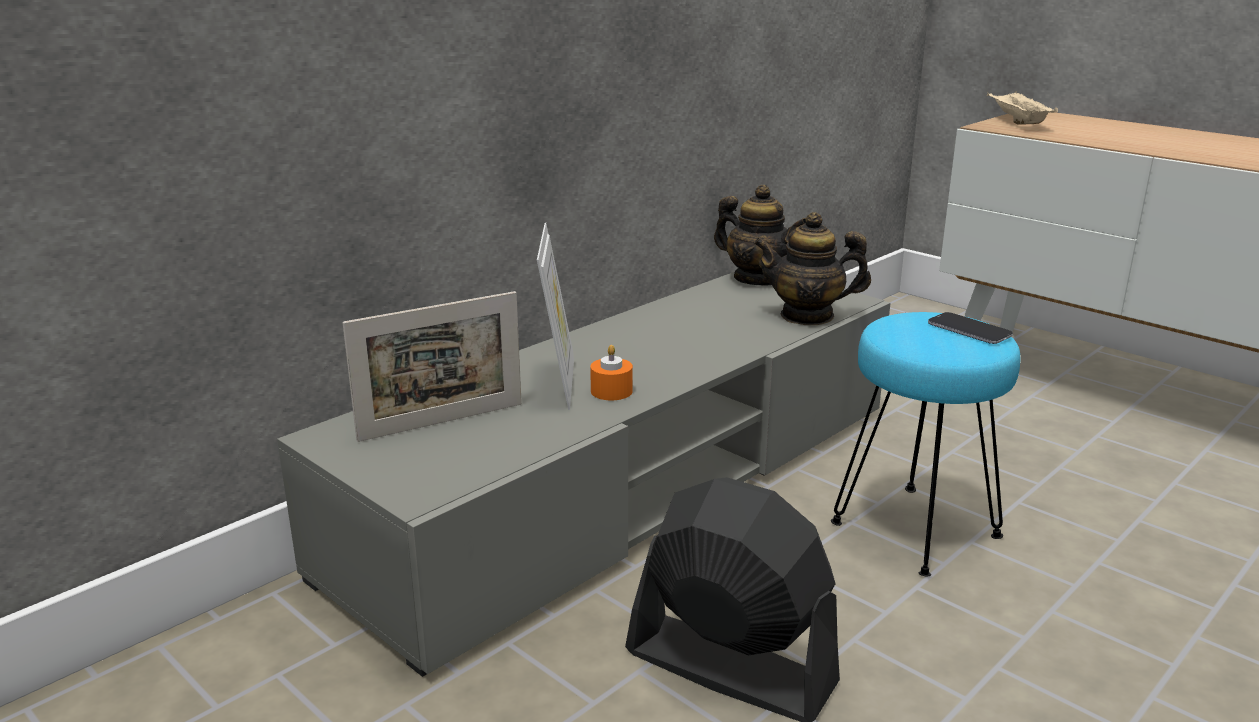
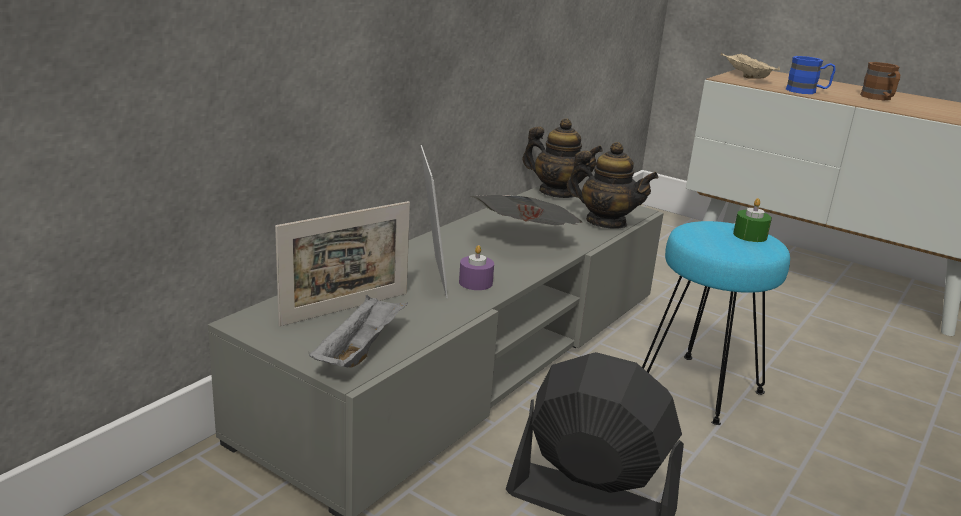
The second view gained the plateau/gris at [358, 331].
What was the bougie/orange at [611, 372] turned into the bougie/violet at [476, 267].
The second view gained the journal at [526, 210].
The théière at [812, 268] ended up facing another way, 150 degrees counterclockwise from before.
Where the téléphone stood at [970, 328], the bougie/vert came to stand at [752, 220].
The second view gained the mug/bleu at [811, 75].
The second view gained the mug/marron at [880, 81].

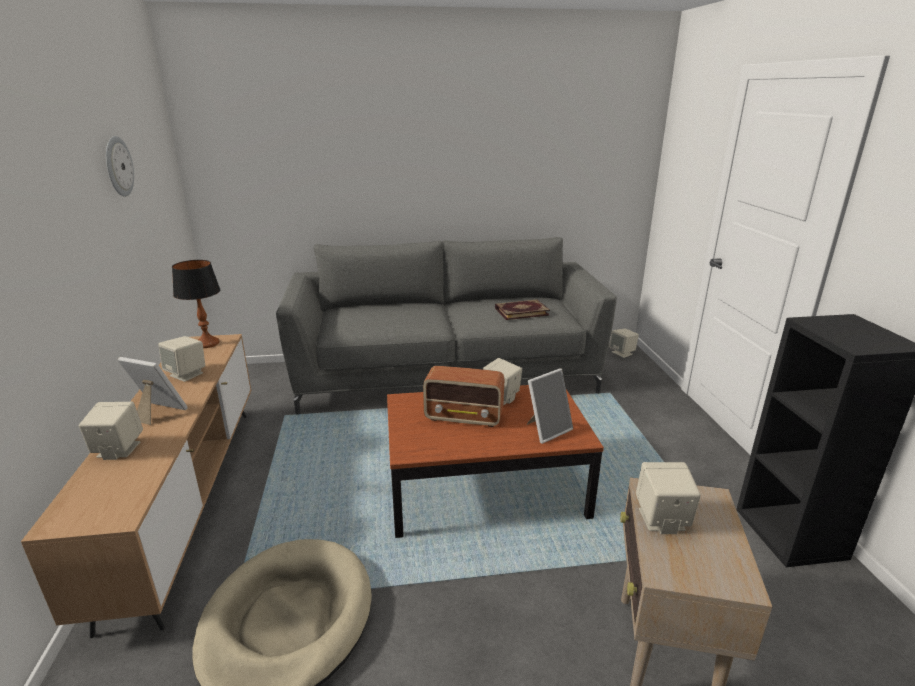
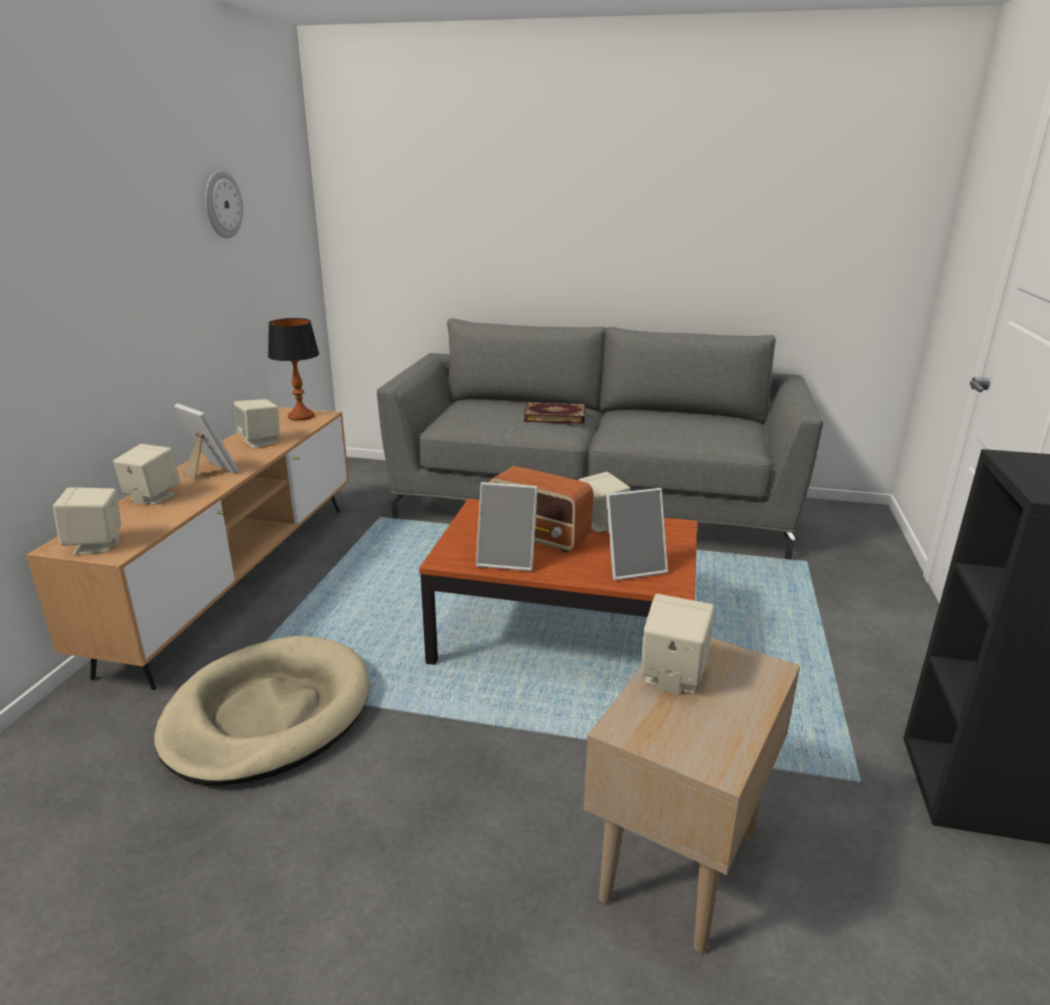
The enceinte/beige ended up elsewhere, having gone from [624, 343] to [87, 521].
The second view gained the cadre photo at [507, 526].
The livre ended up elsewhere, having gone from [522, 310] to [554, 413].

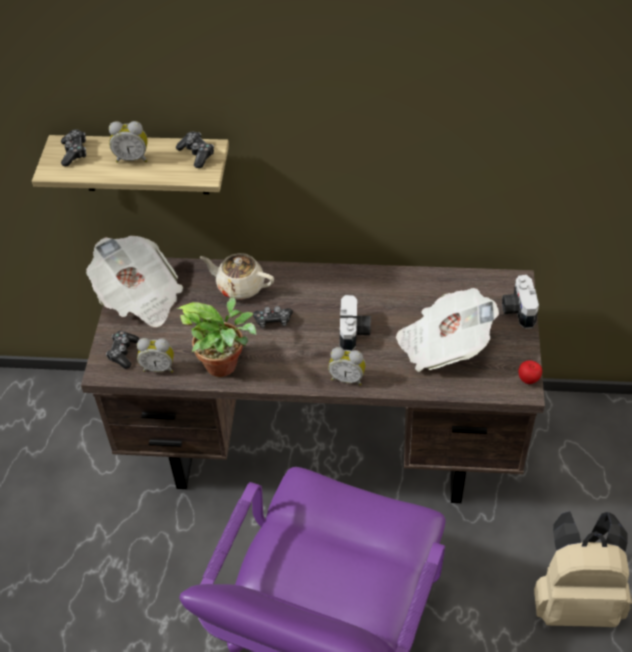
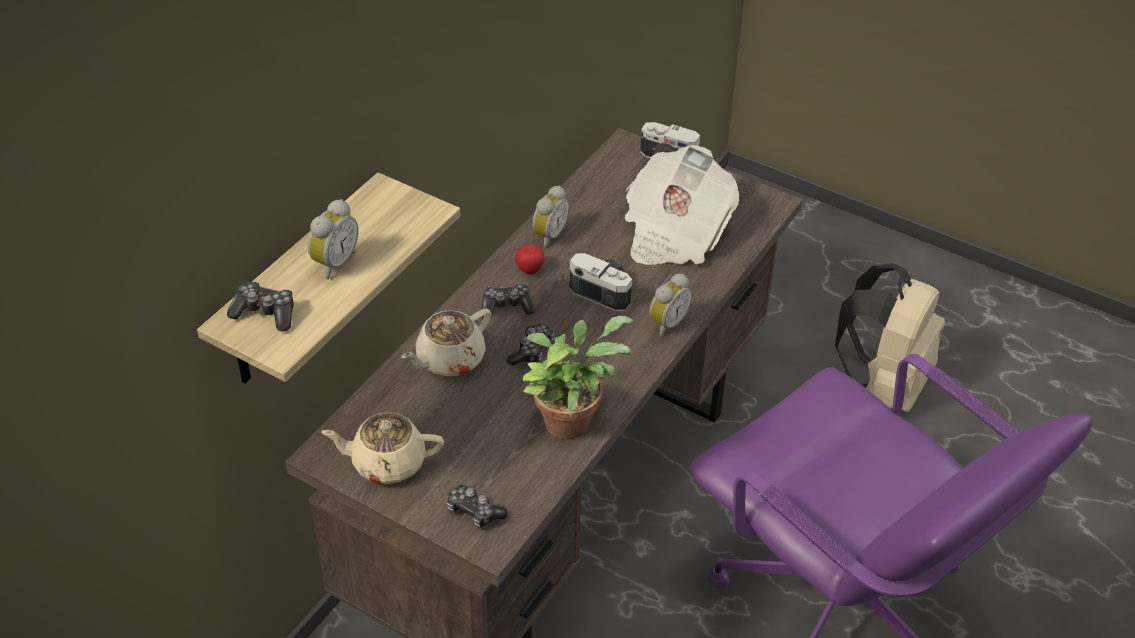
Where the journal stood at [134, 281], the théière/beige came to stand at [382, 448].
The manette ended up elsewhere, having gone from [195, 150] to [508, 300].
The pomme ended up elsewhere, having gone from [530, 372] to [530, 260].
The réveil ended up elsewhere, having gone from [155, 355] to [551, 217].

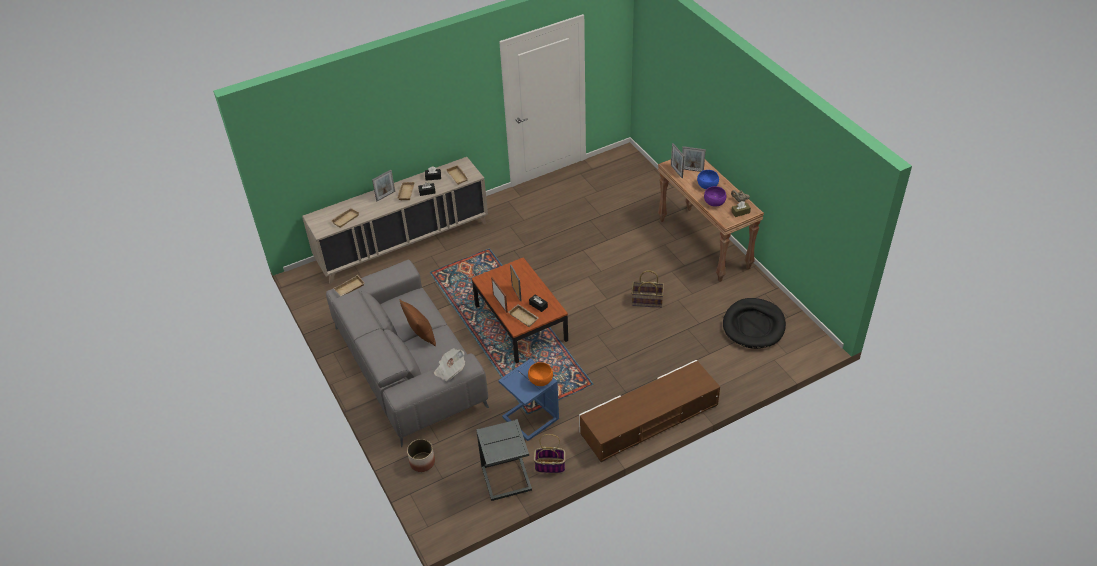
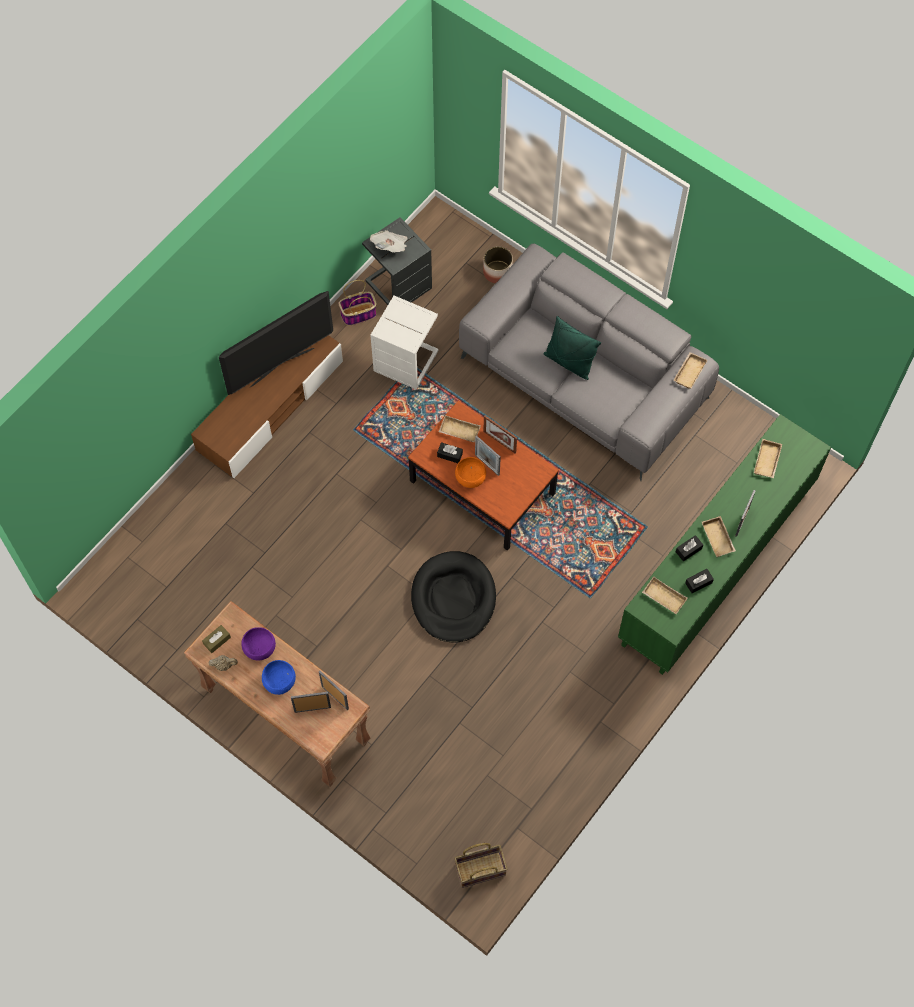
The second view gained the téléviseur at [276, 343].
The journal ended up elsewhere, having gone from [449, 364] to [388, 241].
What was the table d'appoint/bleu at [528, 400] turned into the table d'appoint/blanc at [404, 342].
The panier pour chien/noir ended up elsewhere, having gone from [754, 323] to [453, 596].
The panier ended up elsewhere, having gone from [648, 289] to [480, 865].
The bol/orange ended up elsewhere, having gone from [540, 374] to [470, 472].
What was the coussin/marron at [417, 322] turned into the coussin/vert at [572, 348].
What was the meuble de rangement/beige at [395, 220] turned into the meuble de rangement/vert at [724, 544].

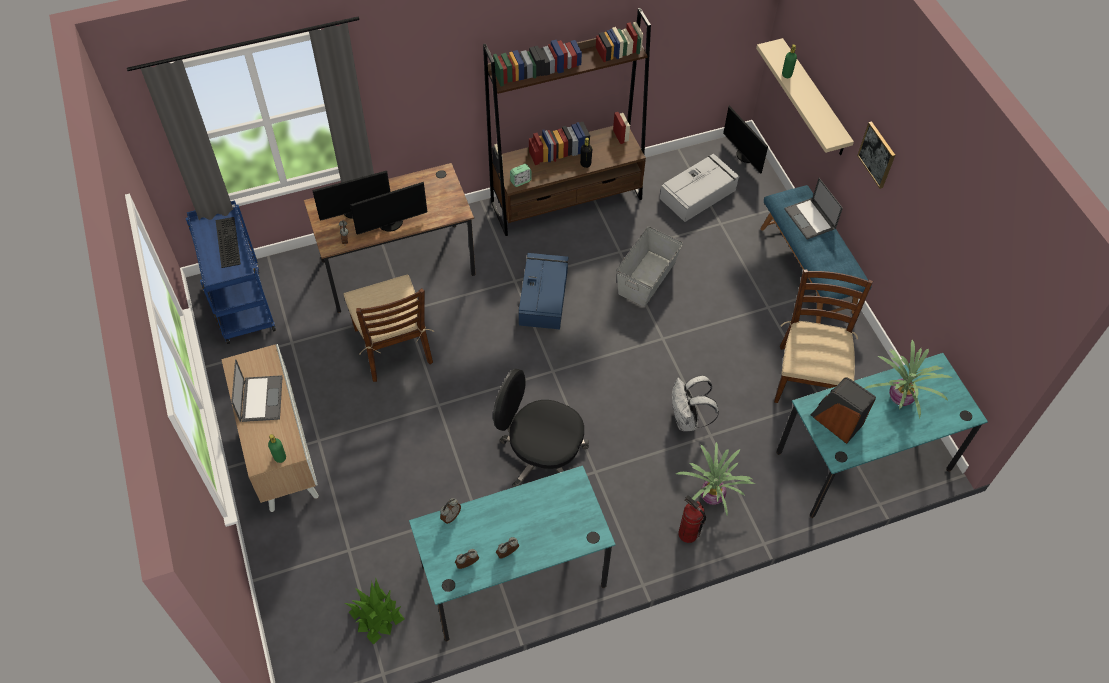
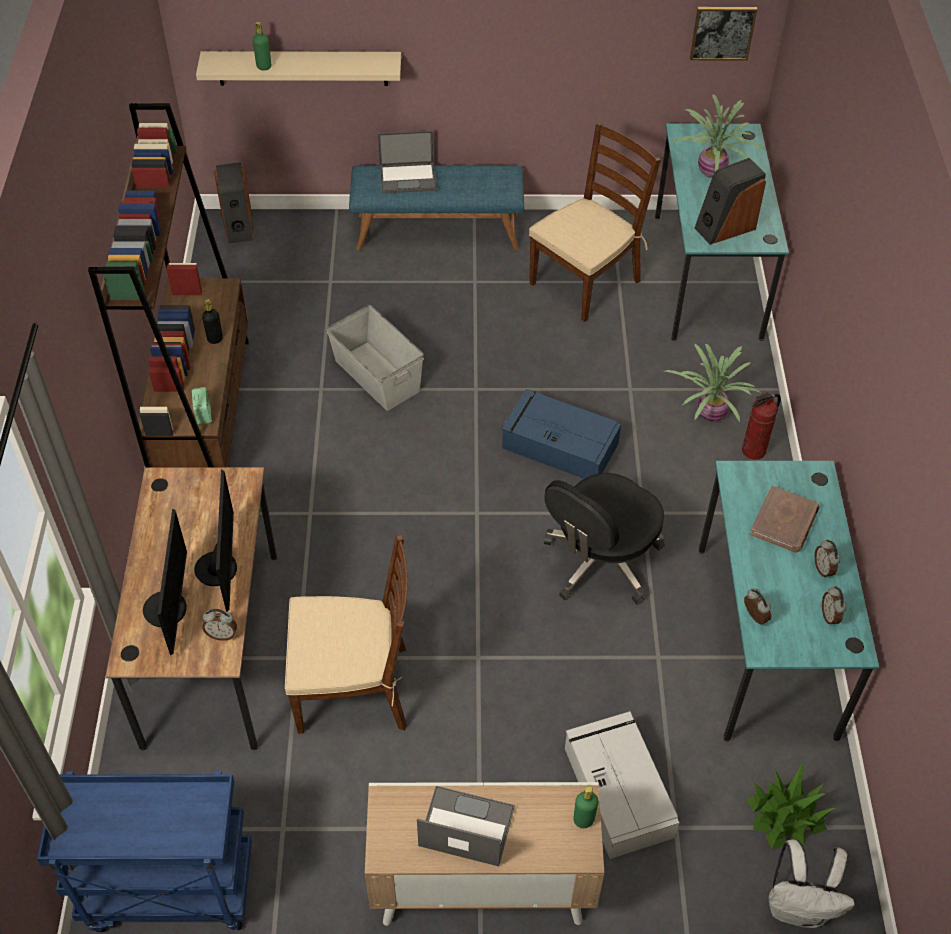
Where the écran d'ordinateur stood at [745, 140], the enceinte came to stand at [233, 203].
The boîte de rangement/bleu ended up elsewhere, having gone from [543, 291] to [561, 434].
The chaise/marron at [823, 336] ended up facing another way, 105 degrees clockwise from before.
The boîte de rangement/gris ended up elsewhere, having gone from [700, 187] to [622, 785].
The tableau ended up elsewhere, having gone from [876, 155] to [723, 34].
The second view gained the livre/marron at [785, 519].
The sac à dos/blanc ended up elsewhere, having gone from [695, 403] to [812, 883].
The second view lost the clavier at [228, 242].

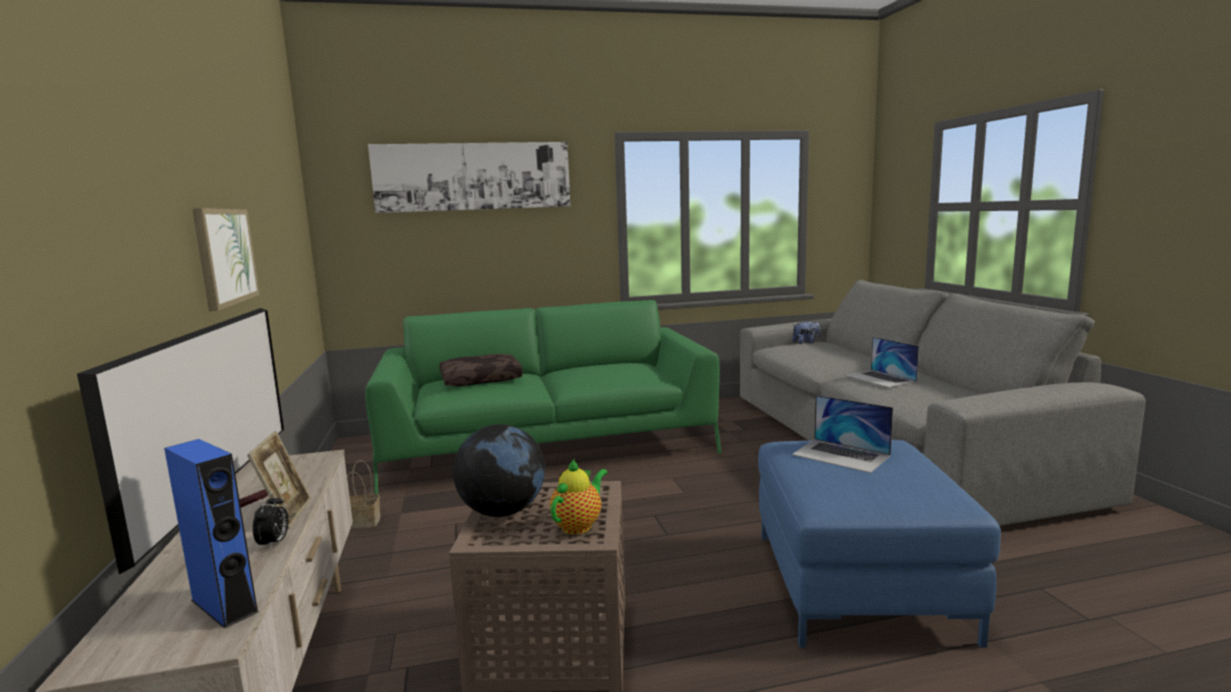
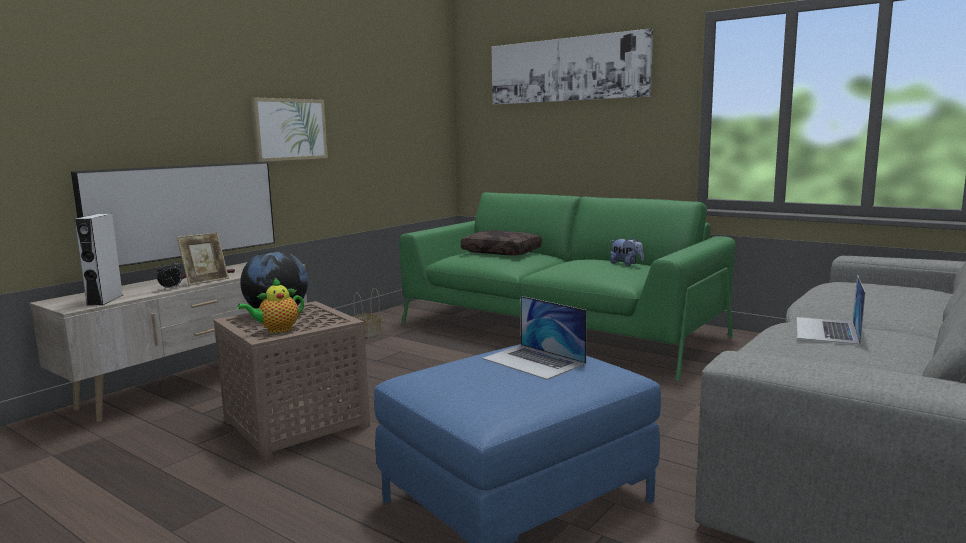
What was the enceinte/bleu at [211, 534] turned into the enceinte/gris at [98, 260].
The théière at [579, 496] ended up facing another way, 150 degrees clockwise from before.
The ordinateur portable at [842, 434] ended up facing another way, 45 degrees counterclockwise from before.
The peluche ended up elsewhere, having gone from [806, 332] to [627, 252].

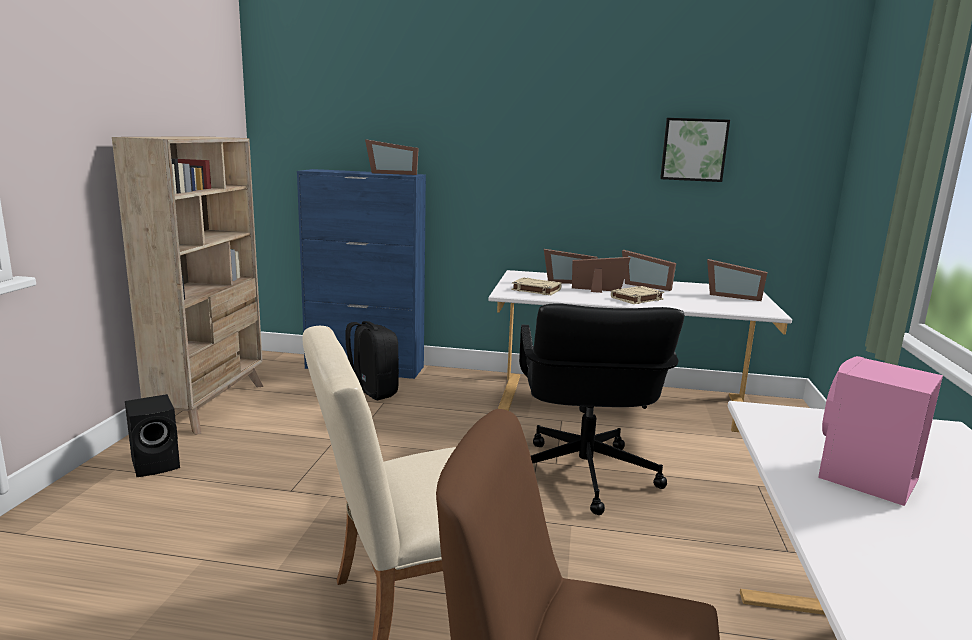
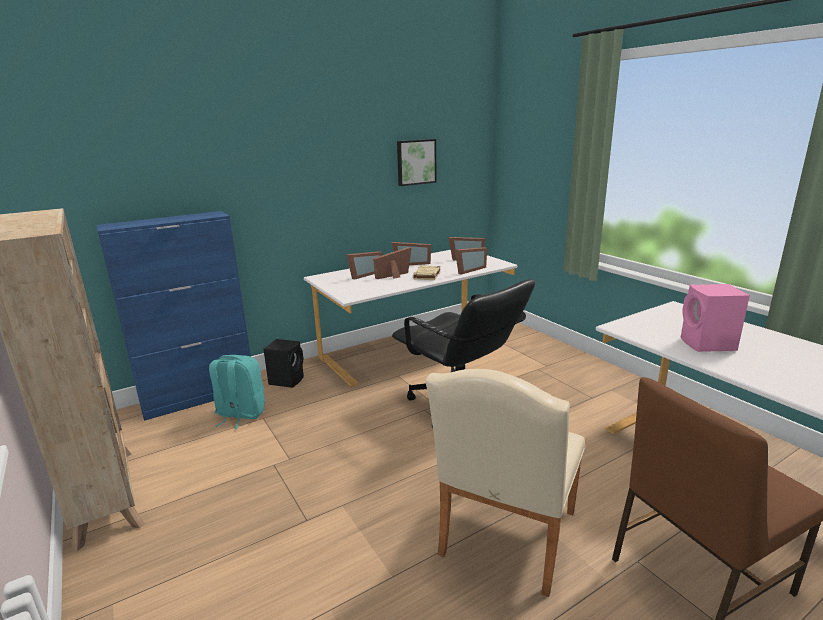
What was the sac à dos/noir at [372, 360] turned into the sac à dos/turquoise at [237, 392].
The enceinte/noir ended up elsewhere, having gone from [152, 435] to [284, 363].
The cadre photo ended up elsewhere, having gone from [392, 157] to [471, 261].
The second view lost the livre/beige at [537, 286].

